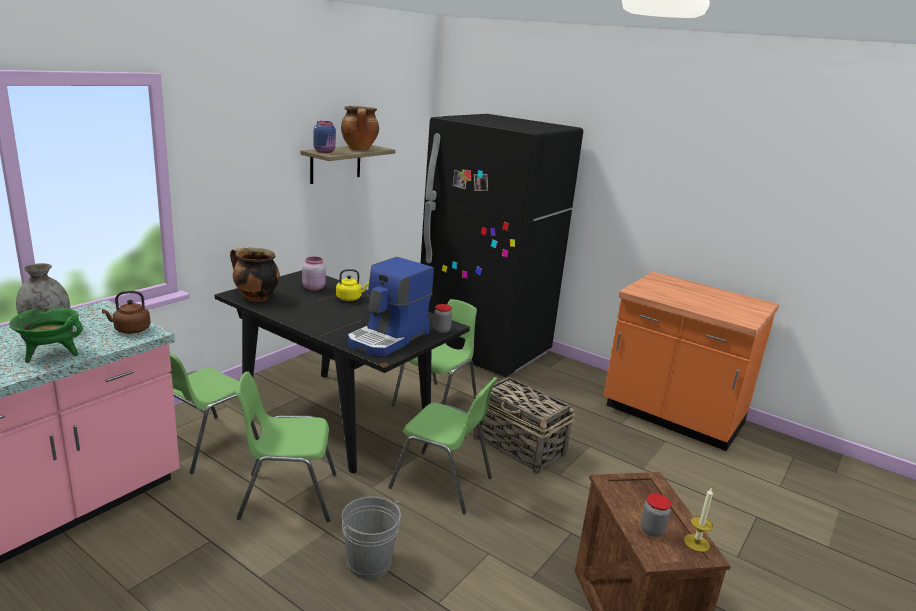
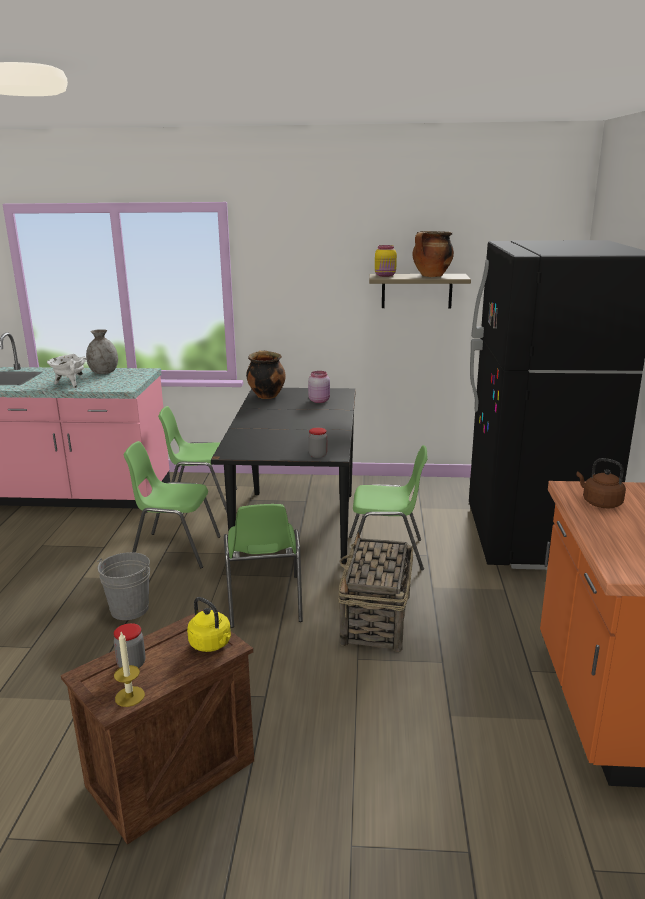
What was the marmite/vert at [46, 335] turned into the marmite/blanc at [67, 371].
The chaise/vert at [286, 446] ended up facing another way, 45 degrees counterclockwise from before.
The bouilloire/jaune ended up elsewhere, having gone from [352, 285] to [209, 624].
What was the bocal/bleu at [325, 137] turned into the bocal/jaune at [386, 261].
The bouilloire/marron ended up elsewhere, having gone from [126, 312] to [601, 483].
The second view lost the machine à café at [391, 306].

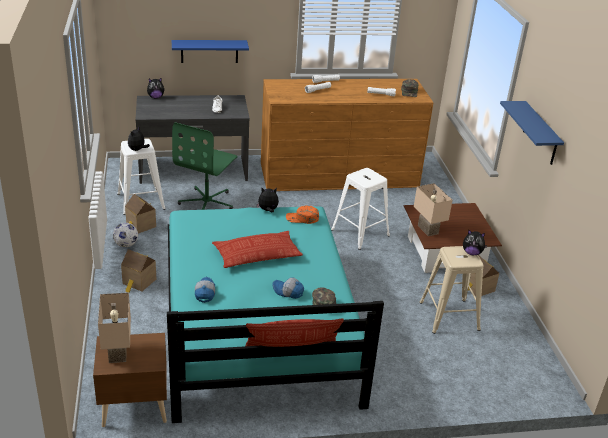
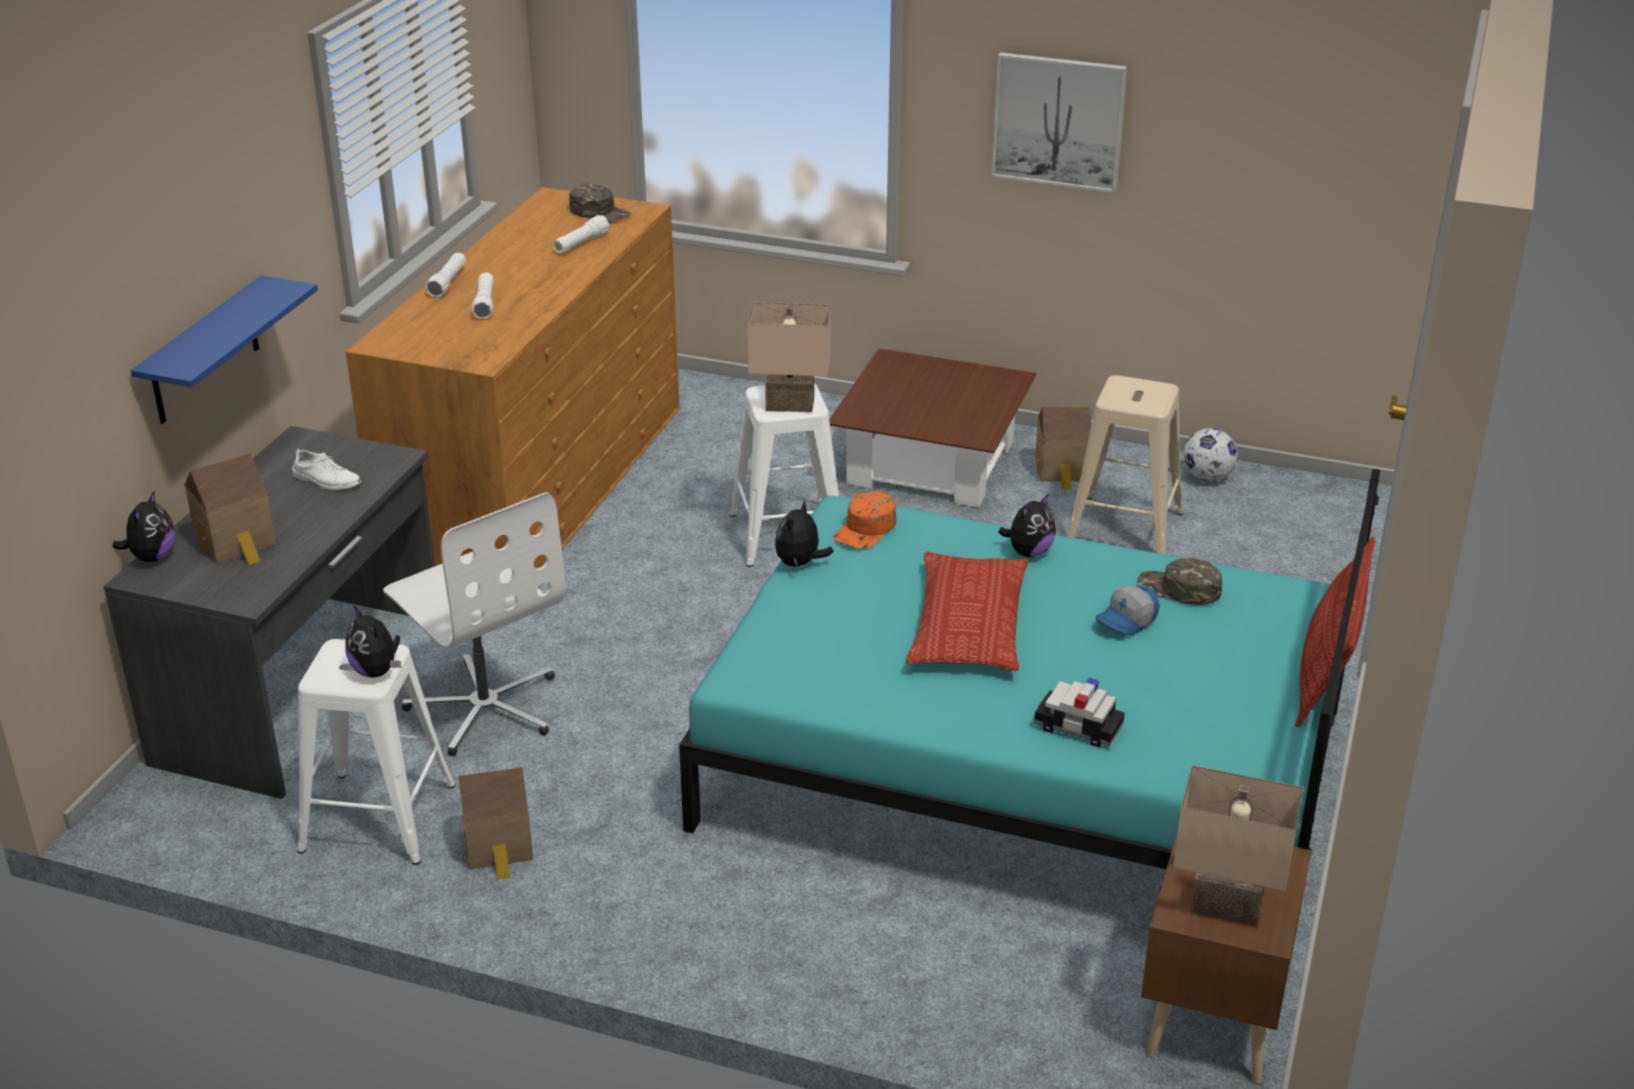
The maison miniature ended up elsewhere, having gone from [138, 271] to [230, 509].
What was the chaise de bureau/vert at [205, 166] turned into the chaise de bureau/blanc at [474, 624].
The lampe de table/beige ended up elsewhere, having gone from [433, 209] to [789, 357].
Where the étagère/bleu hung at [532, 133], the tableau came to hang at [1059, 122].
The peluche ended up elsewhere, having gone from [475, 242] to [1027, 525].
Where the casquette stood at [205, 290], the petite voiture came to stand at [1079, 712].
The ballon de foot ended up elsewhere, having gone from [125, 235] to [1210, 454].

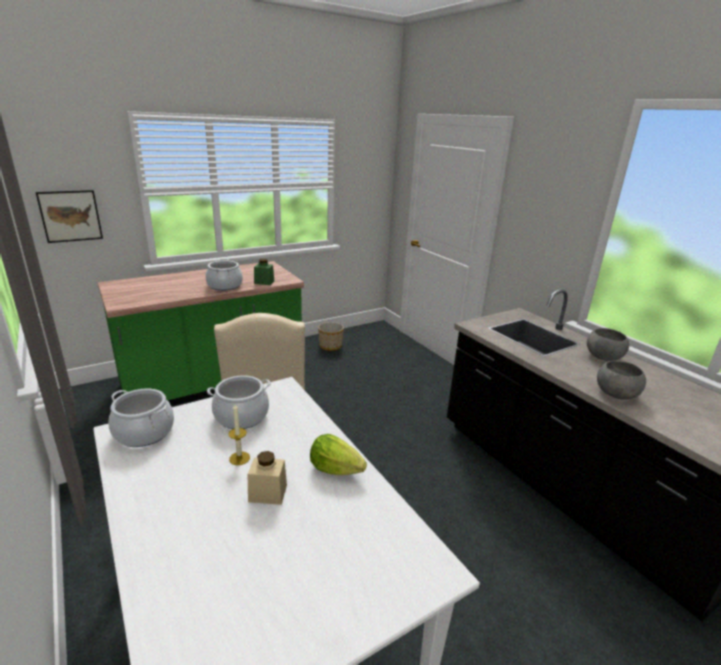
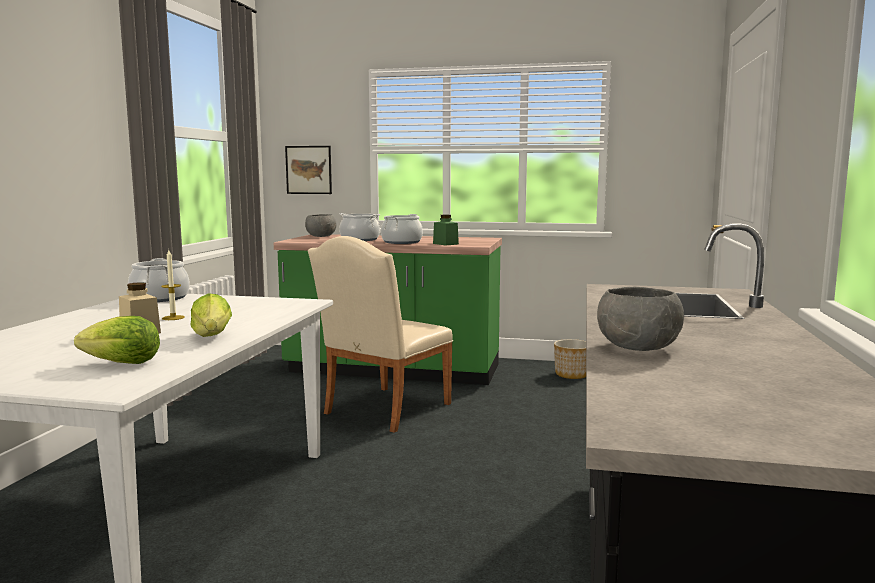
The second view gained the laitue at [117, 340].
The bol/gris ended up elsewhere, having gone from [608, 344] to [321, 225].
The marmite ended up elsewhere, having gone from [239, 402] to [359, 227].

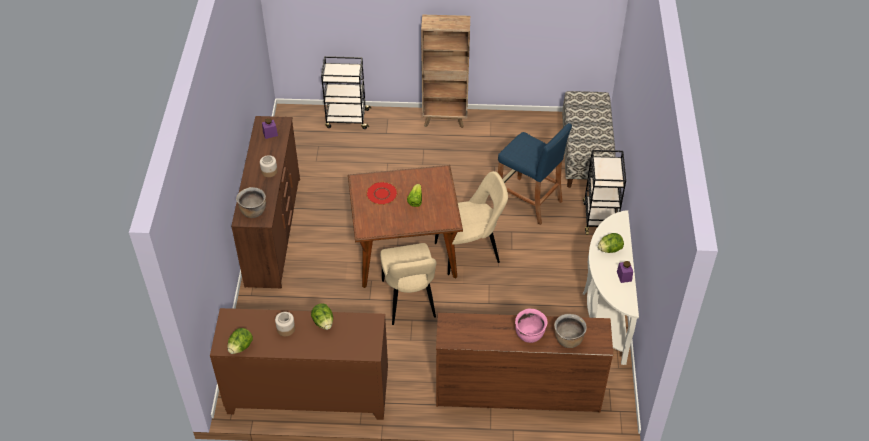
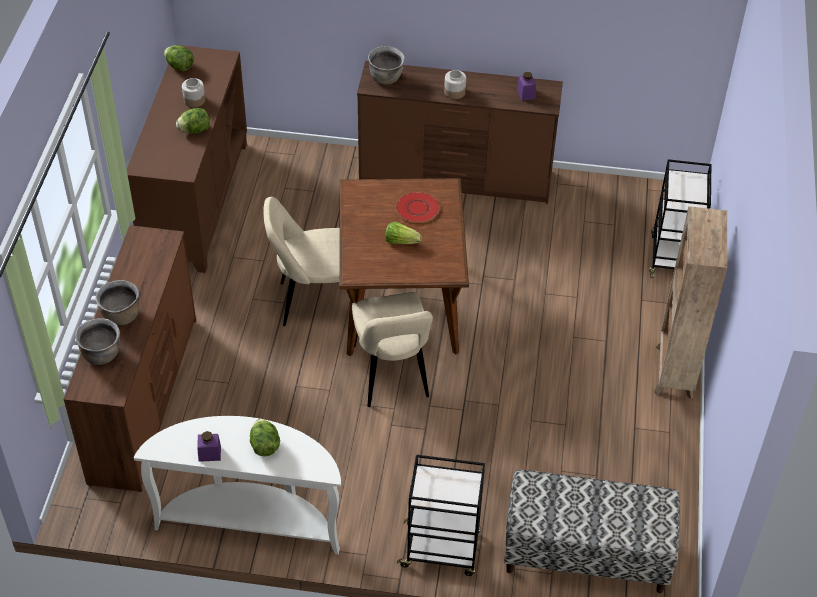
What was the marmite/rose at [531, 326] turned into the marmite/marron at [117, 302].
The second view lost the tabouret/bleu at [535, 174].

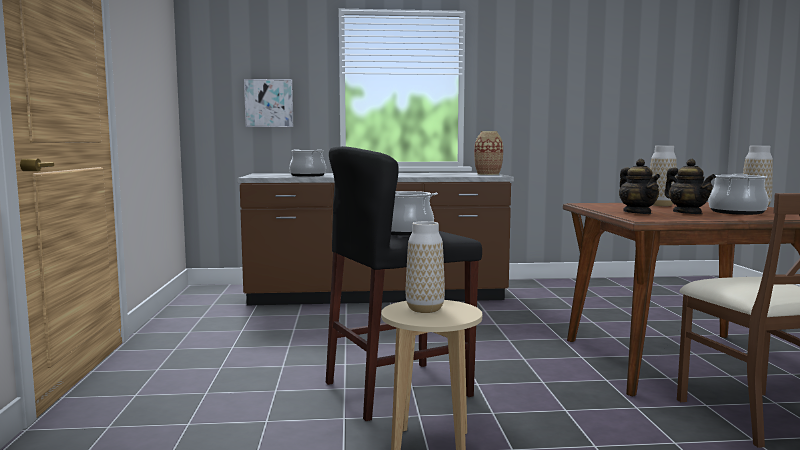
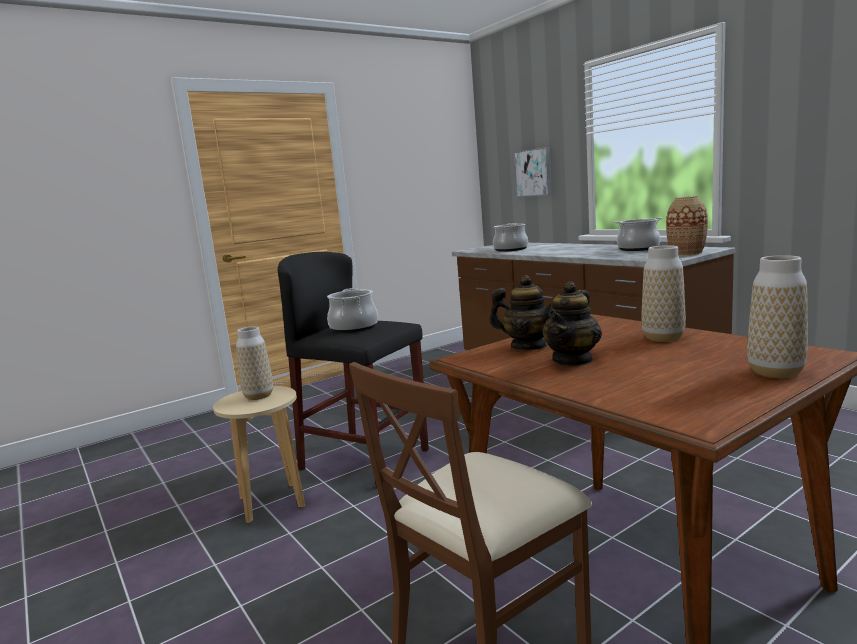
The théière at [639, 186] ended up facing another way, 105 degrees counterclockwise from before.
The marmite ended up elsewhere, having gone from [738, 194] to [638, 234].

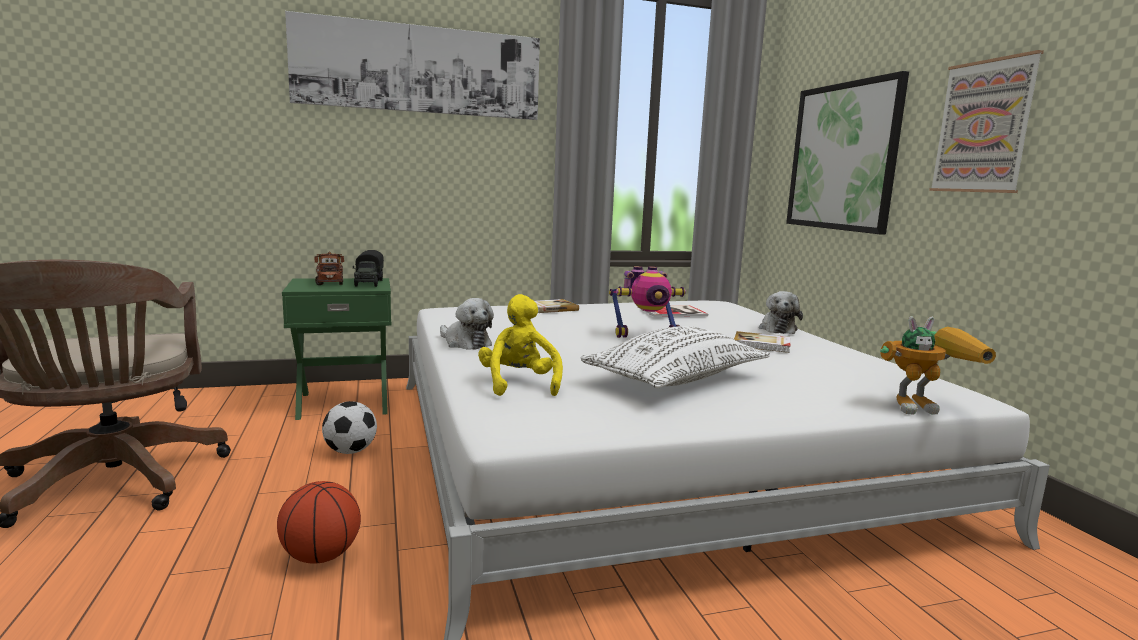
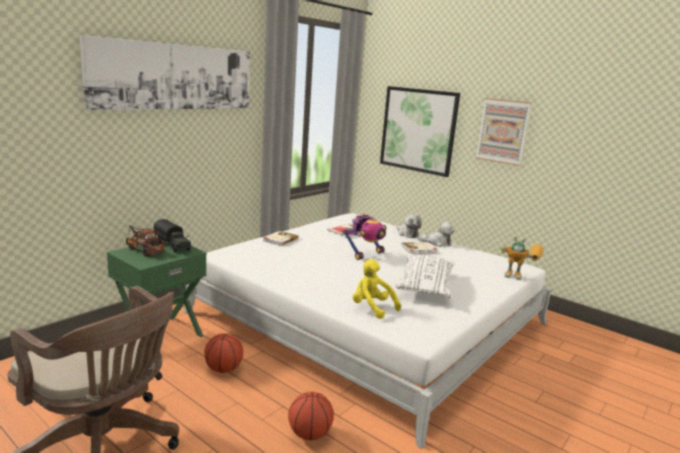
Where the ballon de foot stood at [349, 427], the ballon de basket came to stand at [223, 353].
The peluche ended up elsewhere, having gone from [467, 324] to [436, 234].
The robot jouet at [938, 365] ended up facing another way, 60 degrees clockwise from before.

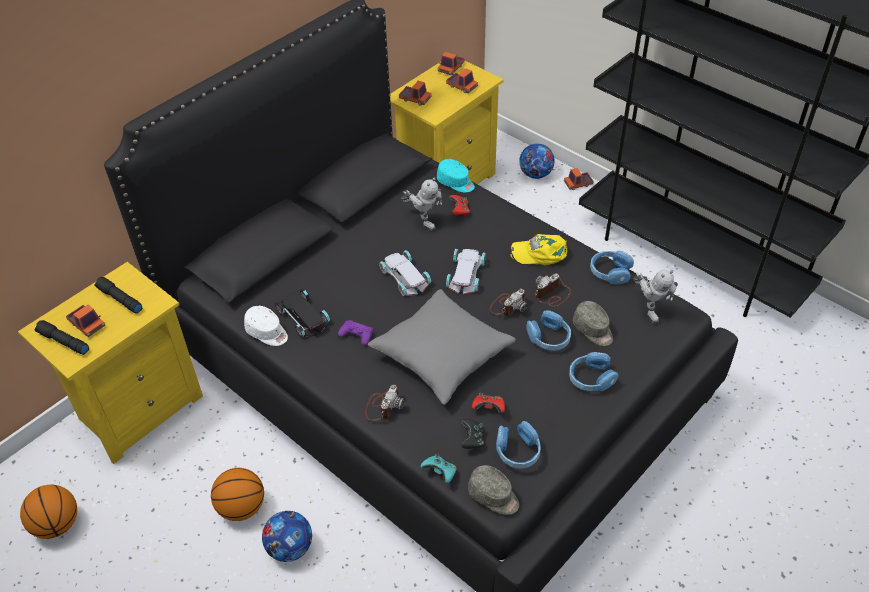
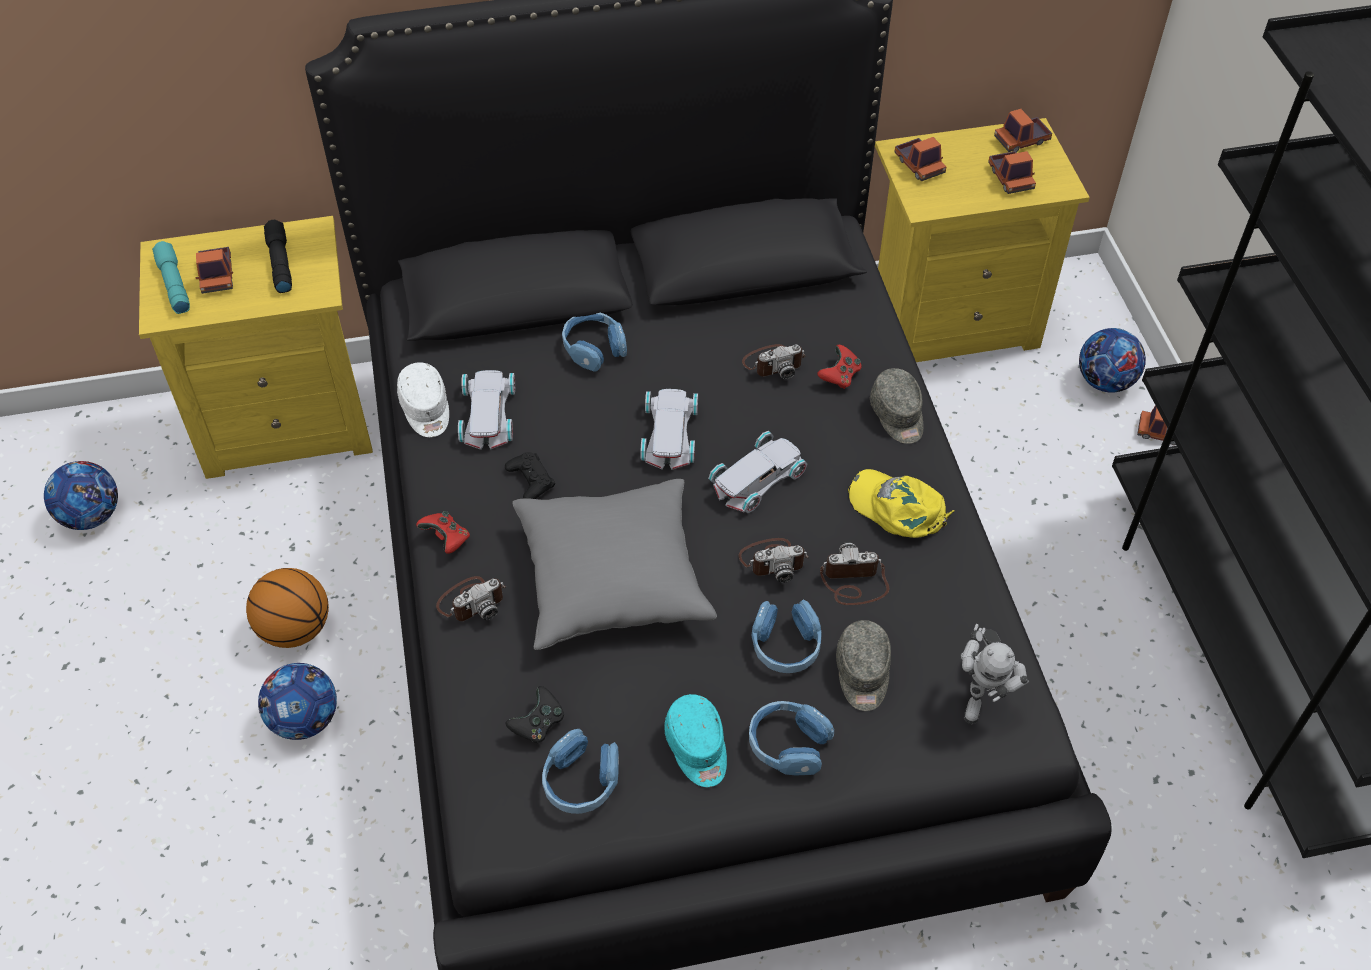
Where the ballon de basket stood at [48, 512], the ballon de foot came to stand at [81, 495].
What was the lampe de poche/noir at [61, 337] turned into the lampe de poche/turquoise at [171, 277].
The manette/rouge ended up elsewhere, having gone from [488, 403] to [443, 532].
What was the petite voiture/noir at [302, 313] turned into the petite voiture/blanc at [486, 410].
What was the manette/violet at [355, 332] turned into the manette/noir at [530, 475].
The casque audio/bleu ended up elsewhere, having gone from [612, 267] to [594, 342].
The casquette/turquoise ended up elsewhere, having gone from [456, 175] to [695, 740].
Where the robot jouet stood at [421, 204], the appareil photo came to stand at [774, 361].
The casquette/gris ended up elsewhere, having gone from [493, 490] to [896, 406].
The second view lost the manette/turquoise at [438, 468].

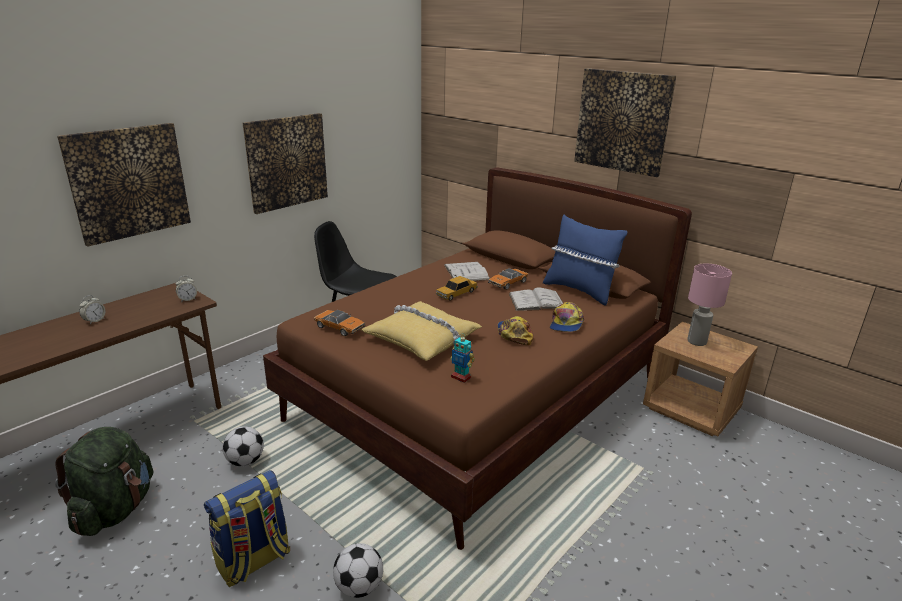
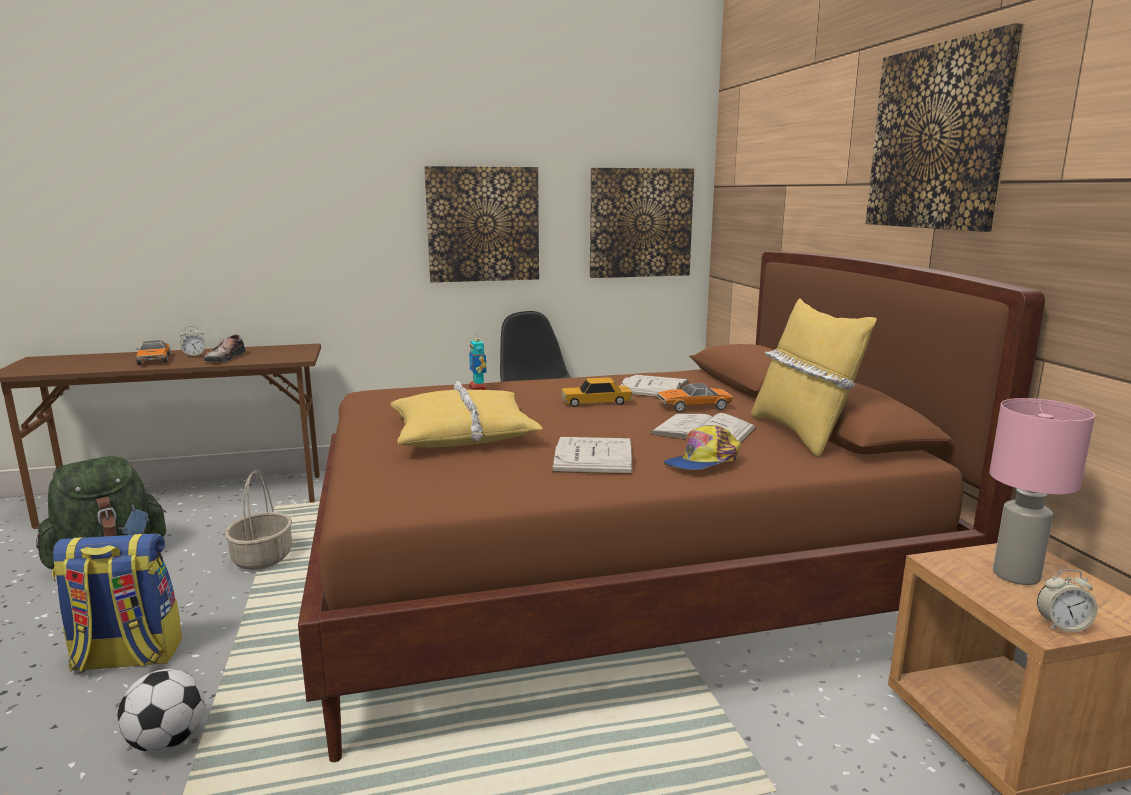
The petite voiture ended up elsewhere, having gone from [339, 323] to [153, 352].
The second view gained the chaussure at [225, 348].
Where the ballon de foot stood at [243, 446], the panier came to stand at [258, 520].
The robot jouet ended up elsewhere, having gone from [463, 358] to [478, 362].
Where the casquette stood at [515, 330], the livre/blanc came to stand at [592, 455].
The tableau ended up elsewhere, having gone from [124, 185] to [642, 223].
What was the coussin/bleu at [585, 260] turned into the coussin/jaune at [814, 378].
The réveil ended up elsewhere, having gone from [186, 289] to [1067, 600].

